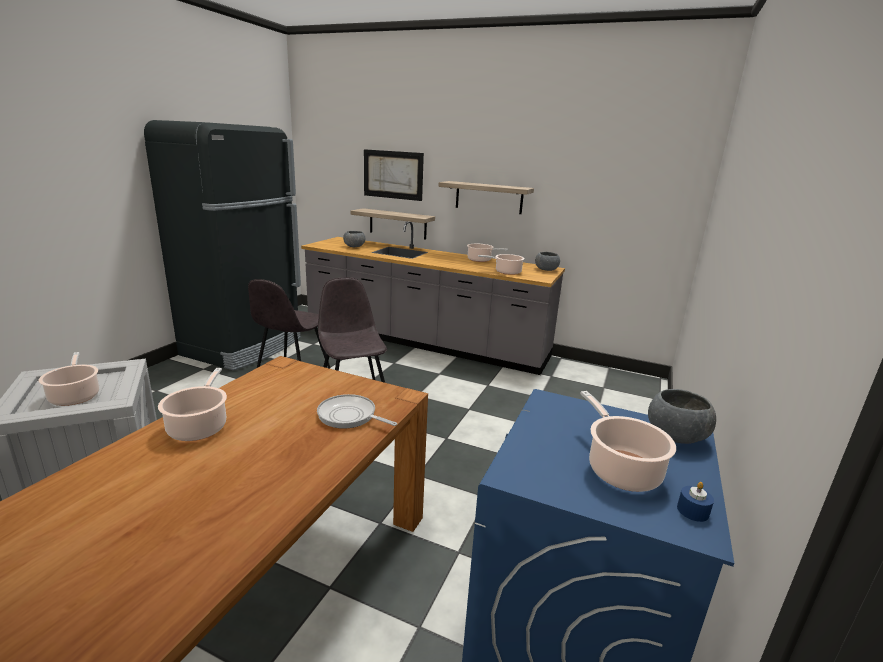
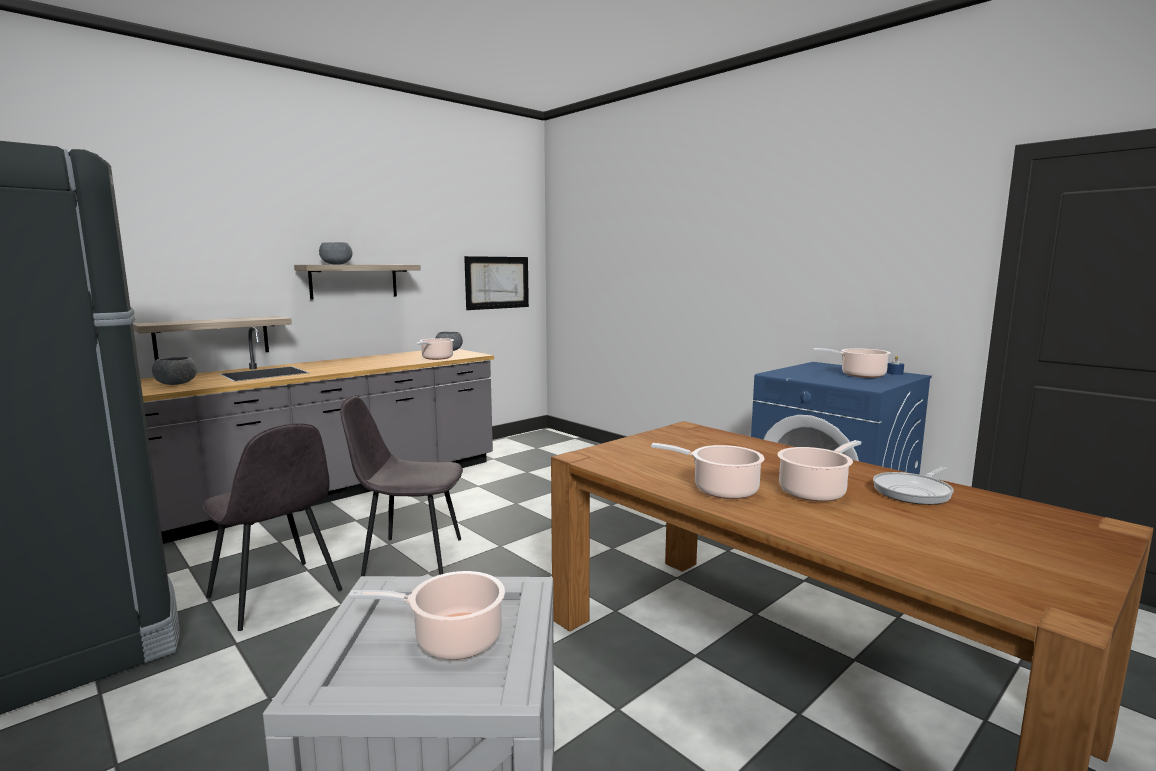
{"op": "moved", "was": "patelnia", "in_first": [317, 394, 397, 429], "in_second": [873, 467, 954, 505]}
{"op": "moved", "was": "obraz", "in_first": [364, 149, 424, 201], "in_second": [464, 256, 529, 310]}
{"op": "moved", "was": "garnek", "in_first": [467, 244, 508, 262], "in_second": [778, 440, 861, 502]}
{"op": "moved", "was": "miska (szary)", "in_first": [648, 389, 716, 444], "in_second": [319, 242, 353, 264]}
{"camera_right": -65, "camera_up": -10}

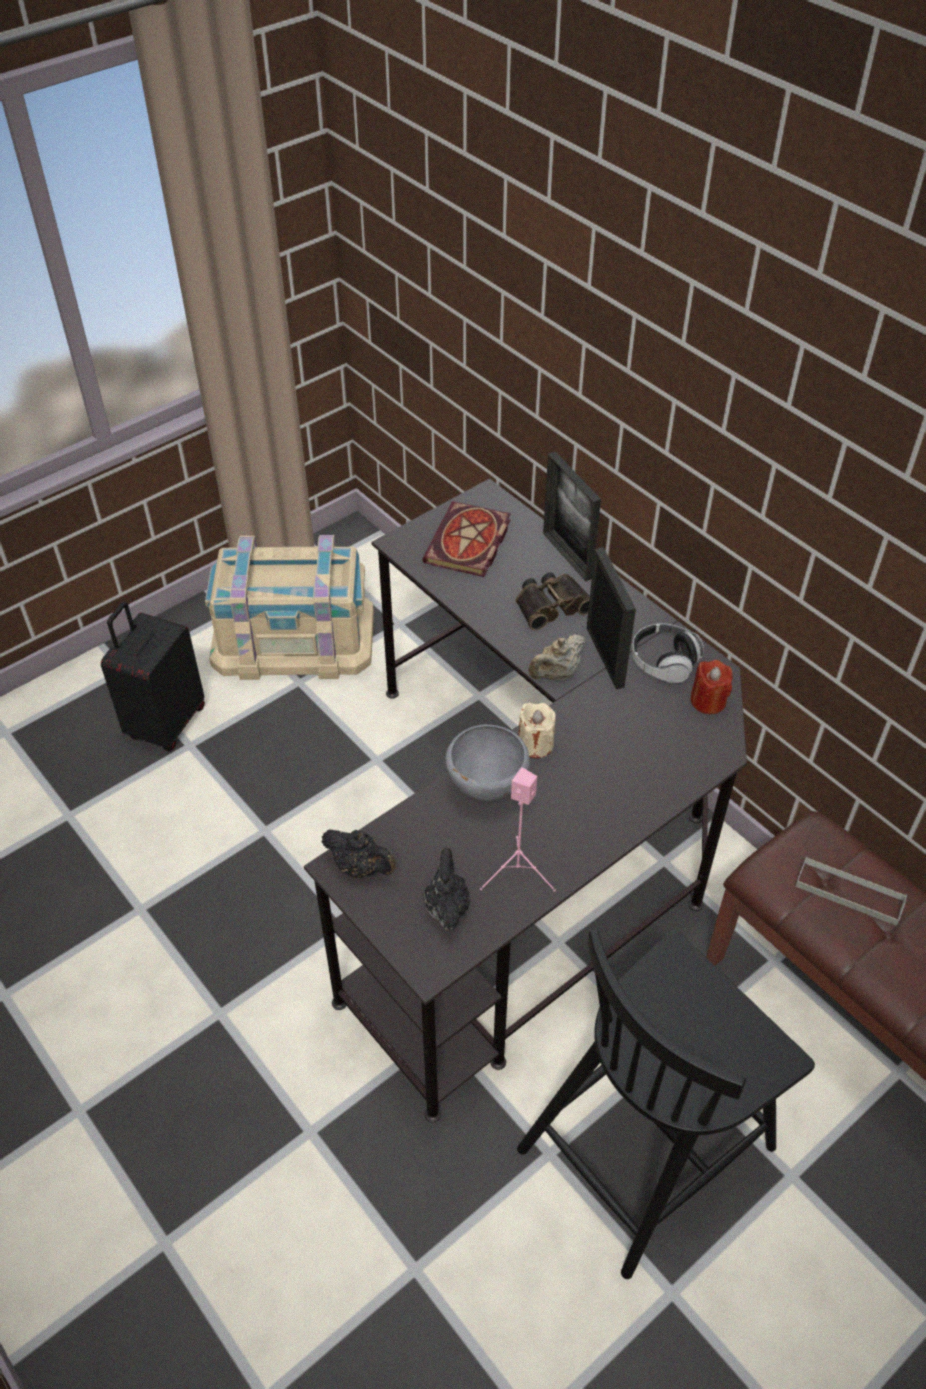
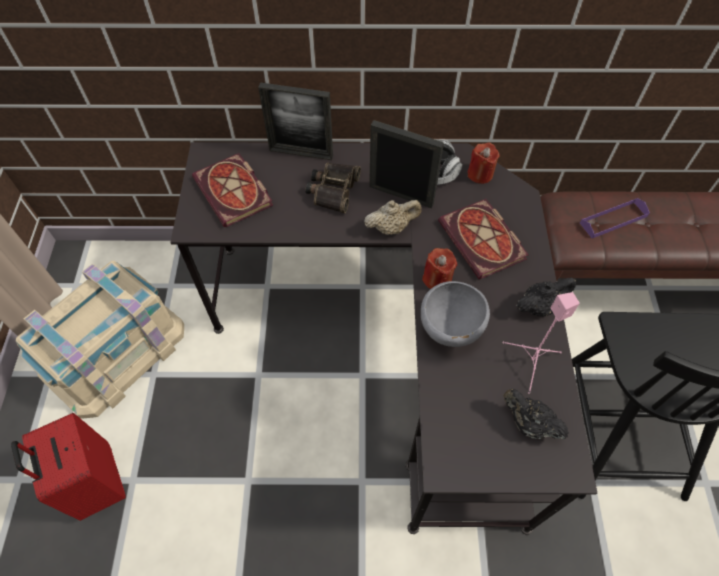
{"op": "recoloured", "was": "walizka (czarny)", "now": "walizka (czerwony)", "in_first": [101, 602, 205, 751], "in_second": [11, 413, 126, 521]}
{"op": "moved", "was": "imbryk (czarny)", "in_first": [321, 829, 396, 878], "in_second": [516, 277, 576, 317]}
{"op": "recoloured", "was": "świeca (beżowy)", "now": "świeca (czerwony)", "in_first": [518, 703, 556, 758], "in_second": [422, 248, 457, 289]}
{"op": "turned", "was": "imbryk (beżowy)", "in_first": [528, 634, 586, 681], "in_second": [364, 200, 422, 235], "clockwise": -105}
{"op": "recoloured", "was": "taca (szary)", "now": "taca (fioletowy)", "in_first": [795, 857, 907, 926], "in_second": [580, 198, 650, 238]}
{"op": "added", "now": "książka", "in_second": [438, 199, 529, 280]}
{"camera_right": -50, "camera_up": 10}

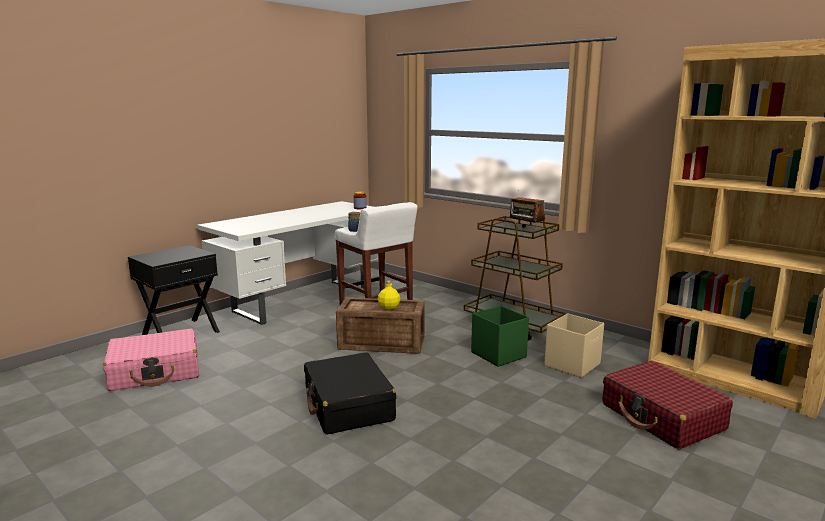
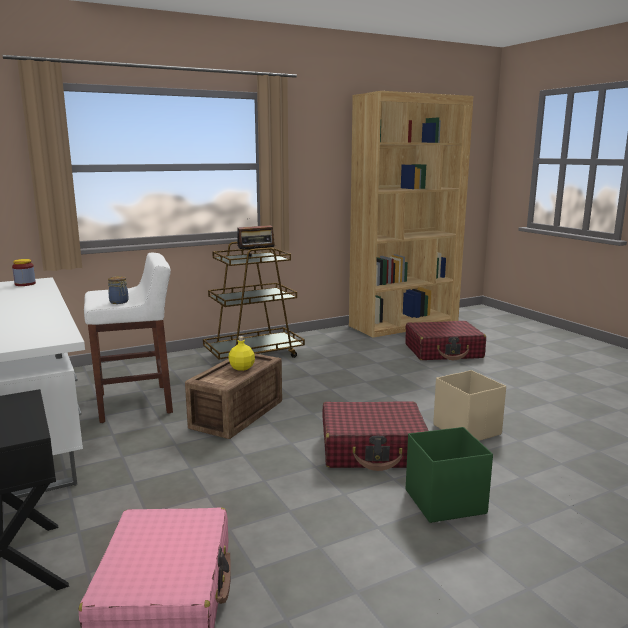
{"op": "recoloured", "was": "walizka (czarny)", "now": "walizka (czerwony)", "in_first": [304, 352, 396, 435], "in_second": [322, 401, 429, 471]}
{"op": "moved", "was": "pojemnik do przechowywania (zielony)", "in_first": [471, 306, 529, 367], "in_second": [406, 427, 493, 523]}
{"op": "moved", "was": "pojemnik do przechowywania (beżowy)", "in_first": [544, 314, 604, 378], "in_second": [433, 370, 506, 441]}
{"camera_right": -70, "camera_up": 0}

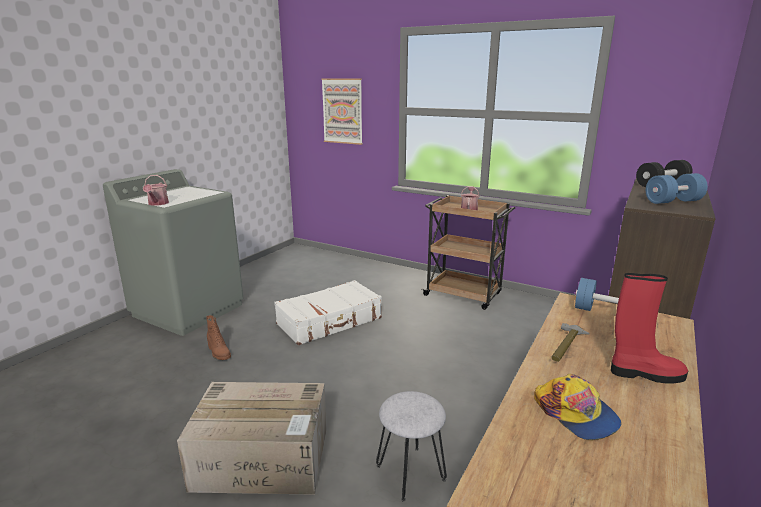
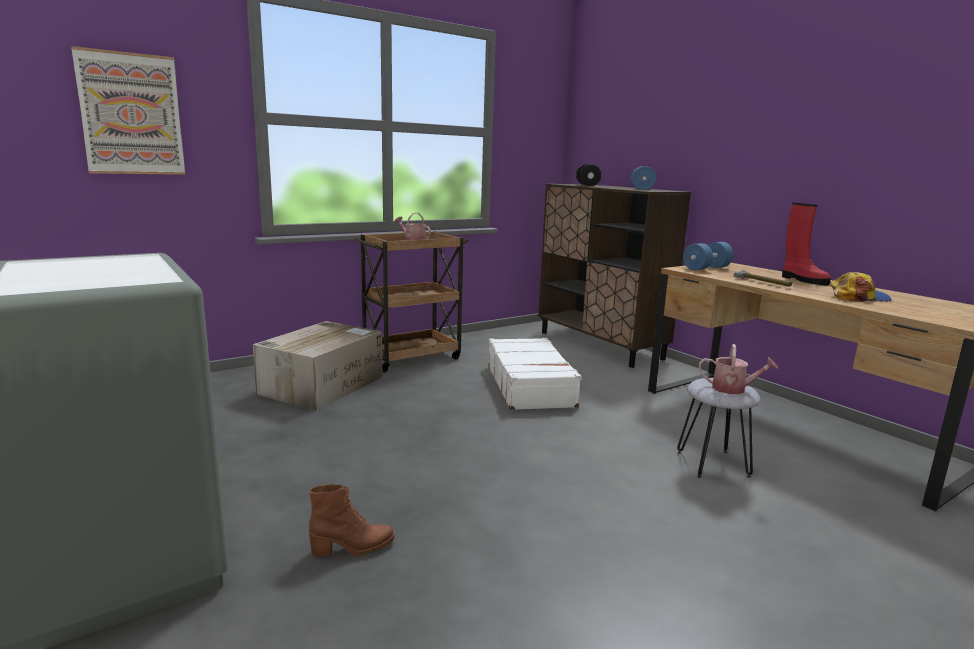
{"op": "moved", "was": "konewka", "in_first": [143, 175, 169, 206], "in_second": [699, 344, 778, 394]}
{"op": "moved", "was": "karton", "in_first": [177, 382, 327, 495], "in_second": [253, 321, 382, 411]}
{"op": "moved", "was": "walizka (biały)", "in_first": [274, 280, 382, 345], "in_second": [488, 338, 581, 410]}
{"op": "turned", "was": "but z cholewką (czerwony)", "in_first": [611, 273, 688, 383], "in_second": [782, 203, 831, 285], "clockwise": 120}
{"camera_right": -65, "camera_up": -5}

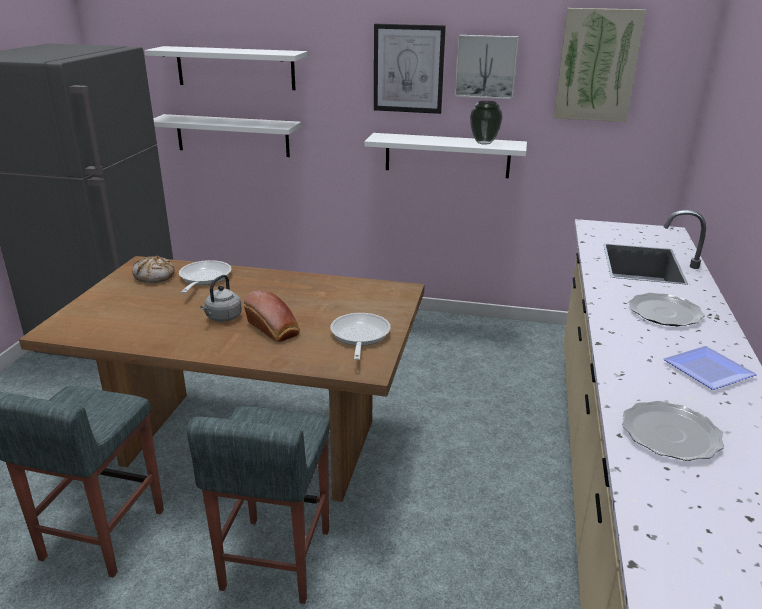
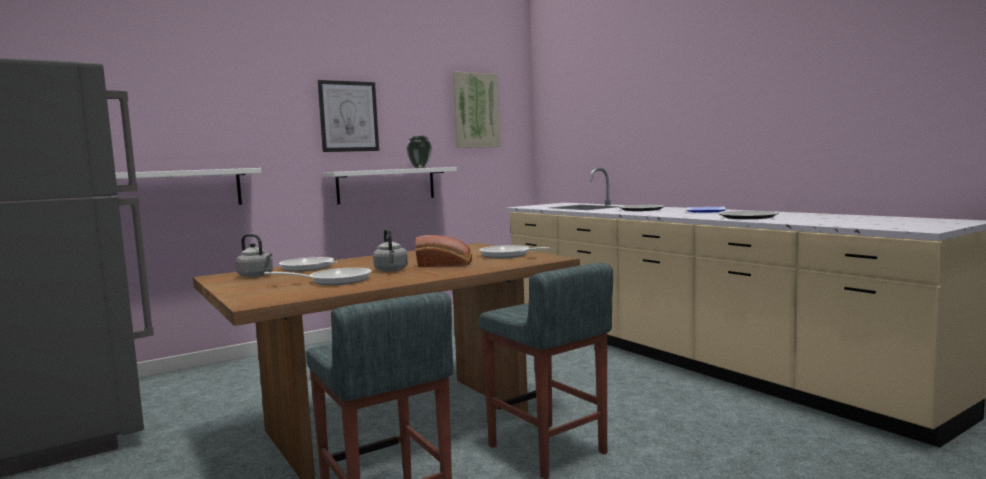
{"op": "replaced", "was": "chleb", "now": "czajnik (szary)", "in_first": [132, 256, 175, 283], "in_second": [236, 234, 273, 277]}
{"op": "removed", "was": "półka (biały)", "in_first": [144, 46, 307, 90]}
{"op": "removed", "was": "obraz", "in_first": [455, 35, 519, 99]}
{"op": "added", "now": "patelnia", "in_second": [264, 268, 372, 285]}
{"camera_right": -45, "camera_up": -20}

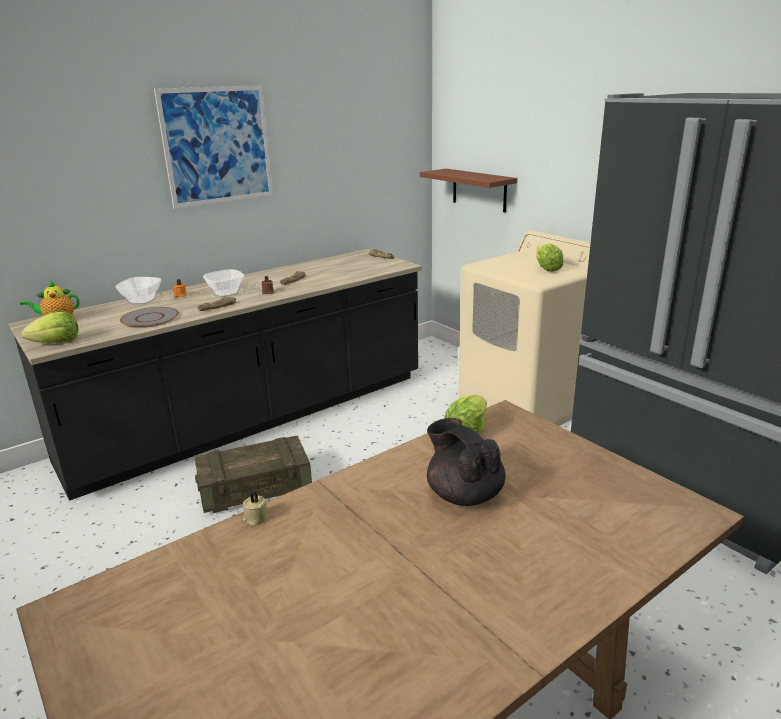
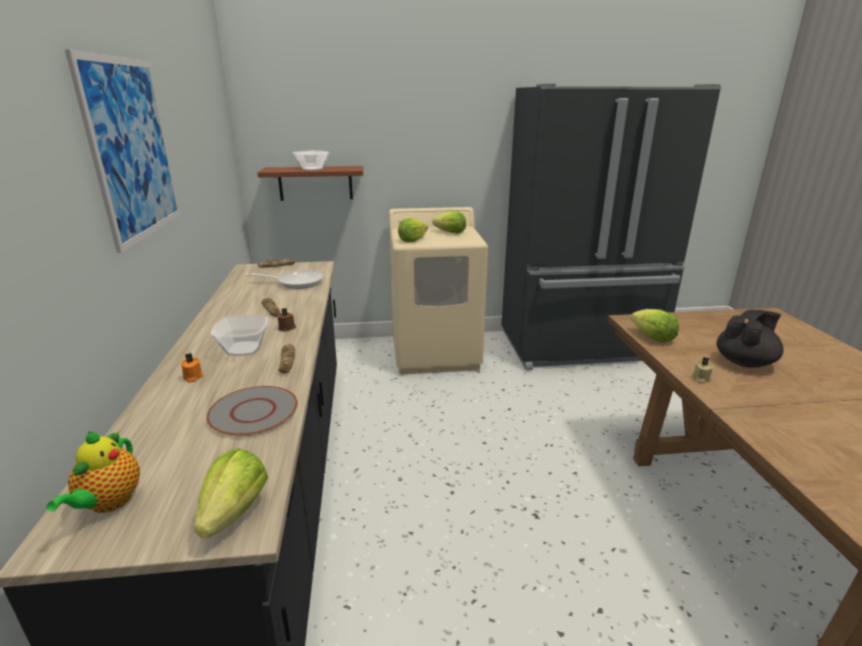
{"op": "moved", "was": "miska", "in_first": [116, 277, 161, 305], "in_second": [292, 150, 329, 171]}
{"op": "removed", "was": "skrzynka", "in_first": [195, 435, 312, 513]}
{"op": "moved", "was": "świeca (beżowy)", "in_first": [243, 491, 269, 526], "in_second": [692, 357, 714, 383]}
{"op": "turned", "was": "imbryk (czarny)", "in_first": [427, 418, 506, 506], "in_second": [716, 310, 784, 368], "clockwise": 150}
{"op": "added", "now": "patelnia", "in_second": [245, 270, 324, 289]}
{"op": "added", "now": "sałata", "in_second": [398, 218, 428, 242]}
{"camera_right": -60, "camera_up": 0}

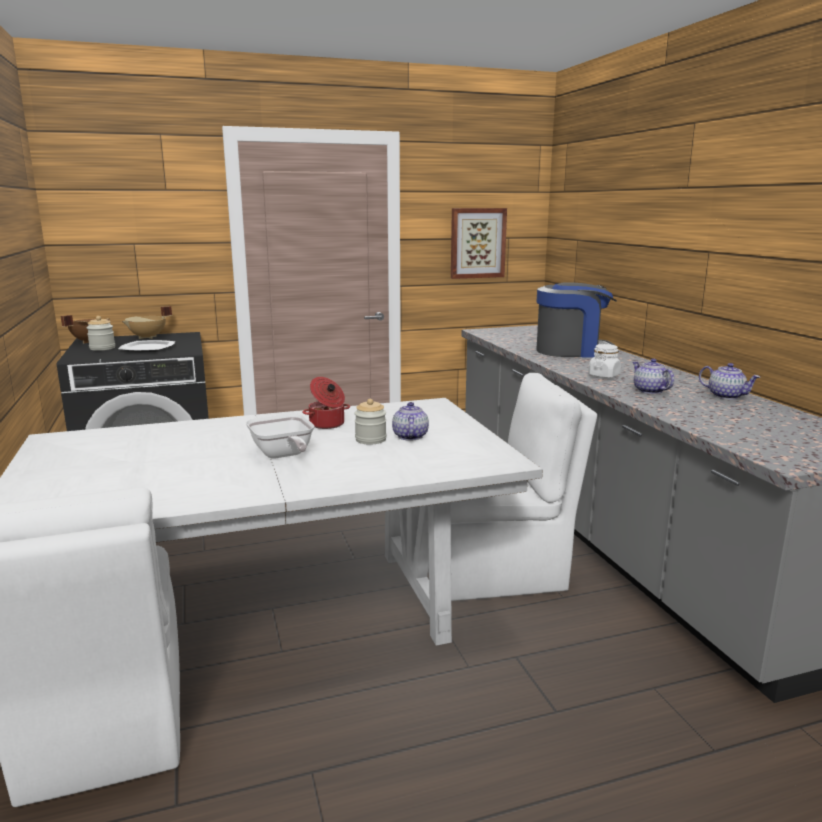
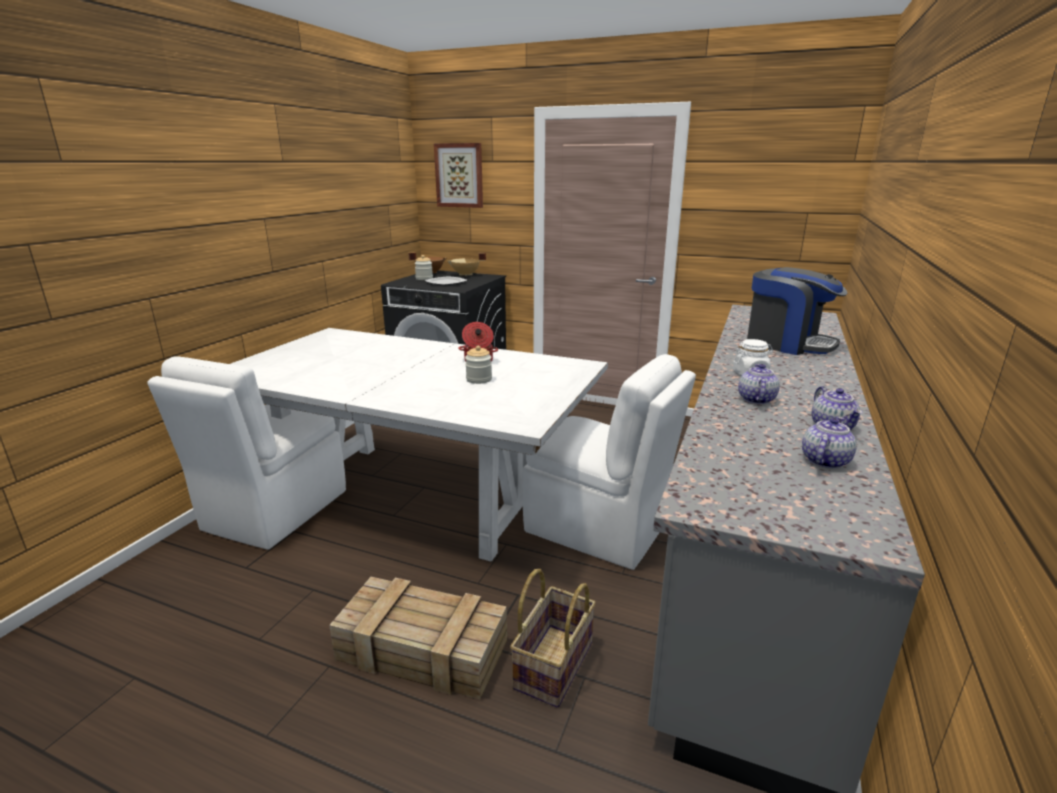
{"op": "removed", "was": "patelnia", "in_first": [246, 413, 315, 459]}
{"op": "moved", "was": "imbryk", "in_first": [392, 402, 429, 441], "in_second": [802, 417, 857, 469]}
{"op": "moved", "was": "obraz", "in_first": [451, 208, 507, 279], "in_second": [434, 143, 483, 208]}
{"op": "added", "now": "skrzynka", "in_second": [329, 577, 507, 700]}
{"op": "added", "now": "koszyk", "in_second": [510, 569, 596, 708]}
{"camera_right": 40, "camera_up": 5}

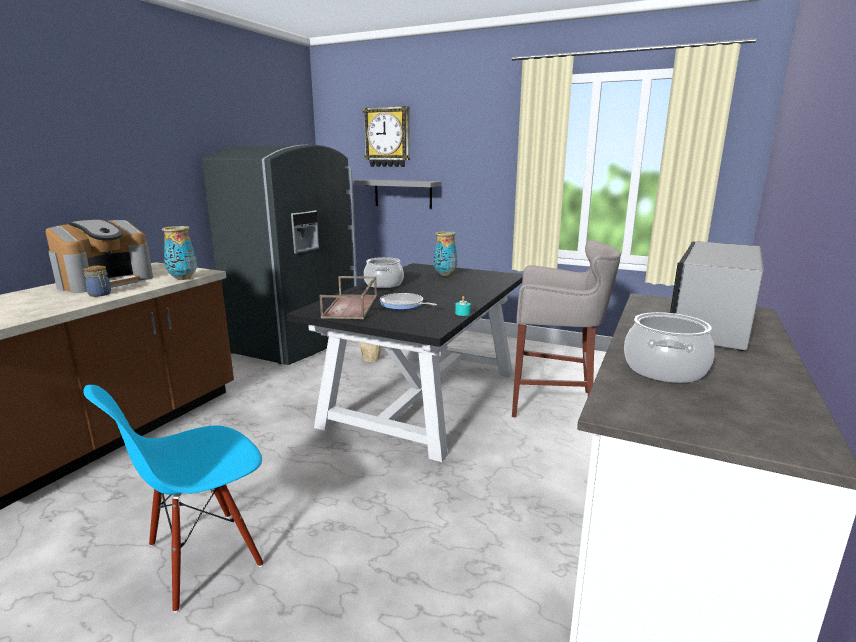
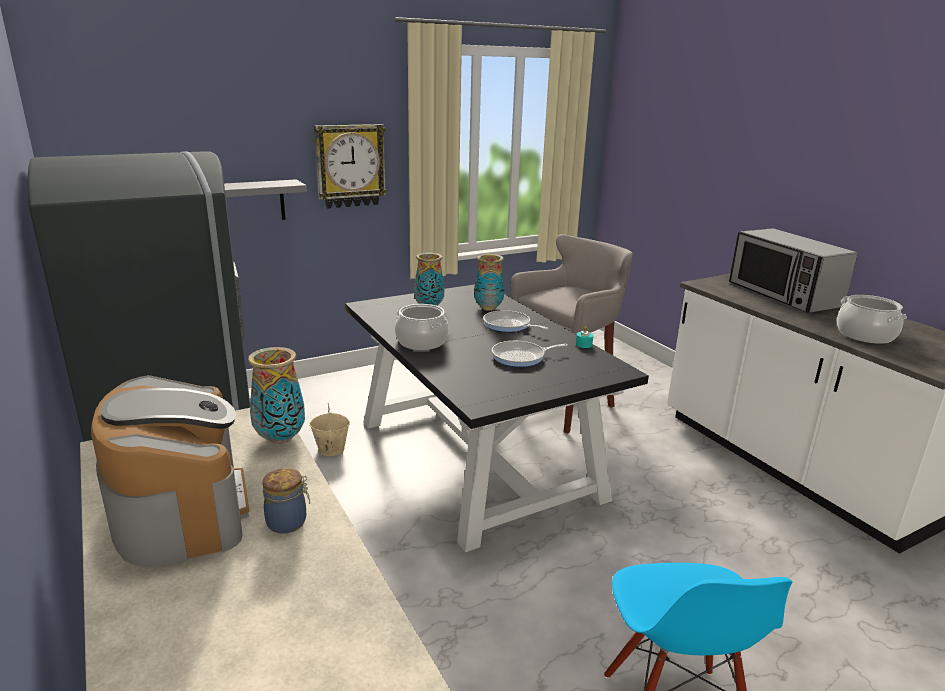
{"op": "removed", "was": "taca (brązowy)", "in_first": [320, 276, 377, 319]}
{"op": "moved", "was": "zegar ścienny", "in_first": [363, 106, 410, 167], "in_second": [314, 124, 387, 209]}
{"op": "added", "now": "wazon", "in_second": [474, 254, 504, 311]}
{"op": "added", "now": "patelnia", "in_second": [483, 310, 548, 332]}
{"camera_right": -55, "camera_up": 5}

